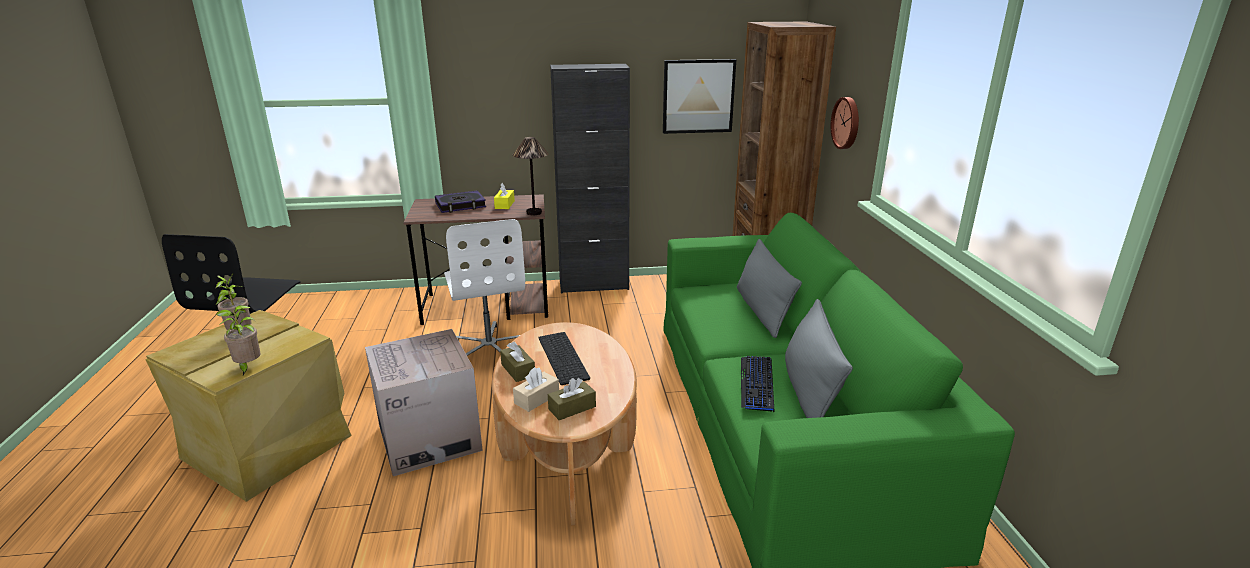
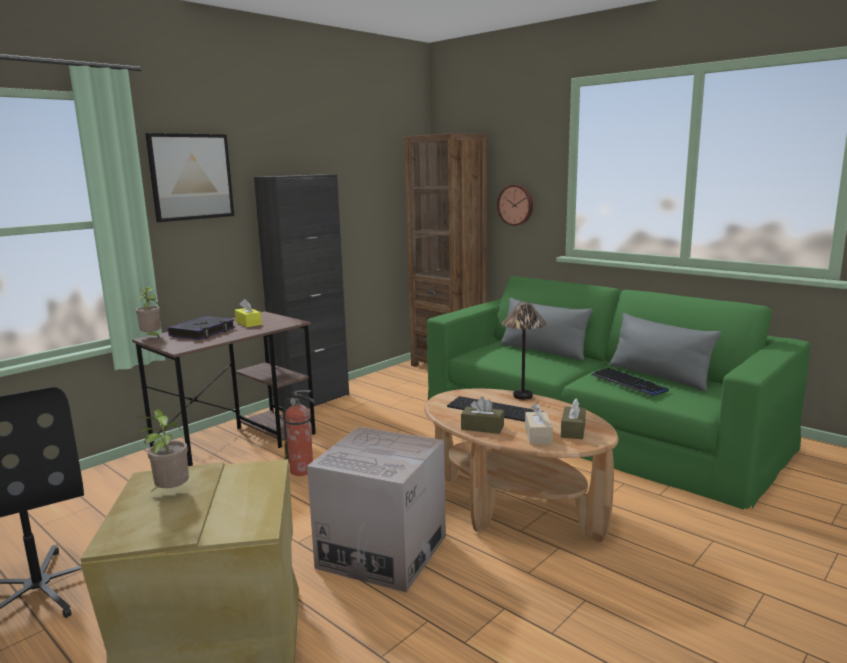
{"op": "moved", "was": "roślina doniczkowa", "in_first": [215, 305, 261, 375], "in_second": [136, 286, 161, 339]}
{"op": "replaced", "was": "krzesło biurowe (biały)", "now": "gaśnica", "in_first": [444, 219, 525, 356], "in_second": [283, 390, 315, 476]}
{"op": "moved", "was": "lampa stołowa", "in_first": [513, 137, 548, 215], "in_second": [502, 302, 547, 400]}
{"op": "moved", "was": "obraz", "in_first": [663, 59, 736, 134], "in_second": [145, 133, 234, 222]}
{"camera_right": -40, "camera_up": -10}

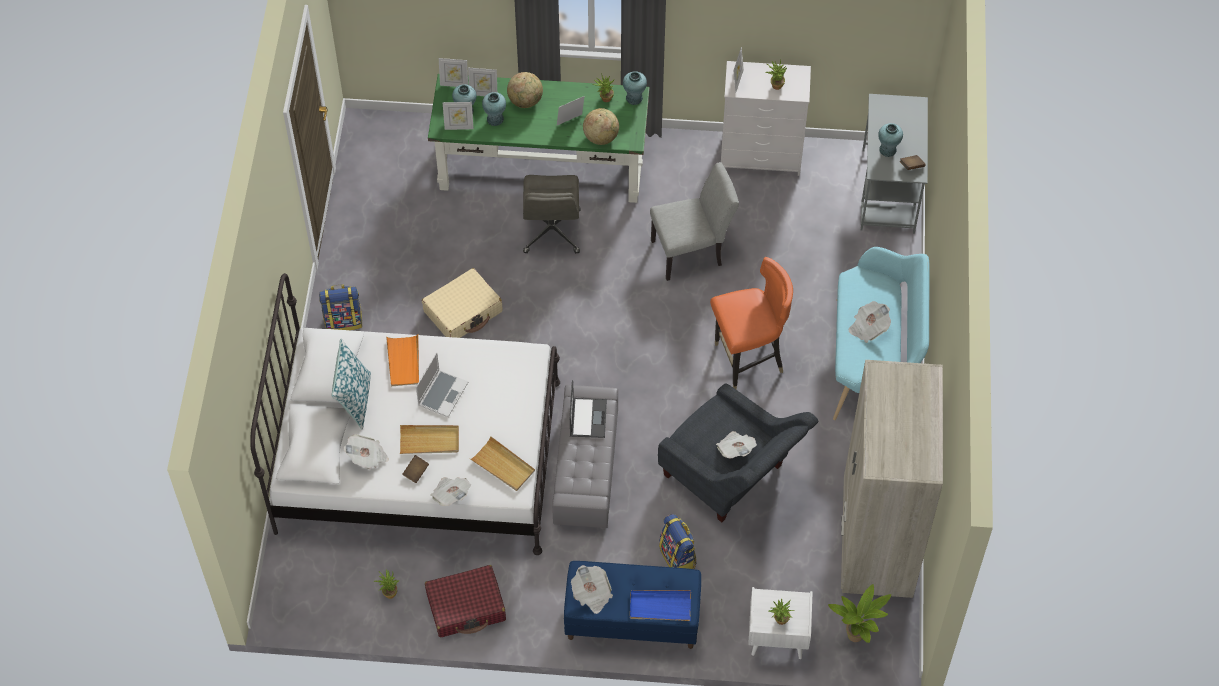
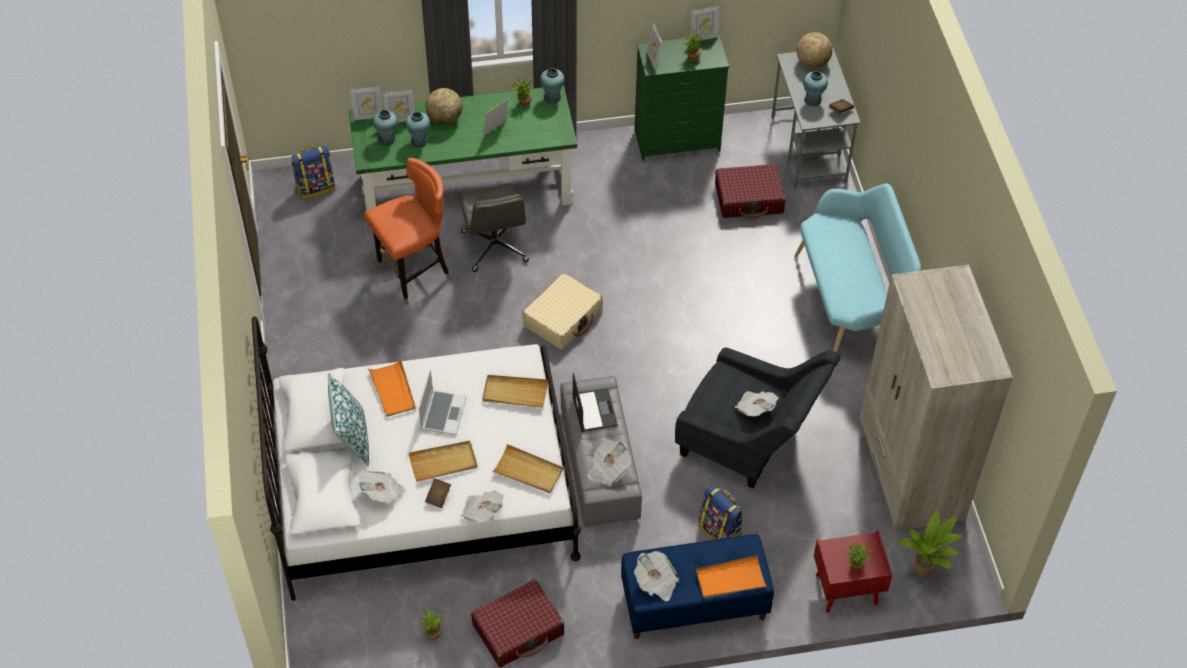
{"op": "moved", "was": "plecak", "in_first": [319, 284, 362, 330], "in_second": [291, 146, 335, 200]}
{"op": "moved", "was": "walizka (beżowy)", "in_first": [422, 268, 503, 338], "in_second": [522, 273, 603, 350]}
{"op": "moved", "was": "ramka na zdjęcie", "in_first": [443, 102, 474, 130], "in_second": [691, 6, 719, 40]}
{"op": "moved", "was": "globus", "in_first": [583, 108, 619, 145], "in_second": [797, 32, 832, 68]}
{"op": "recoloured", "was": "taca (niebieski)", "now": "taca (pomarańczowy)", "in_first": [630, 590, 691, 621], "in_second": [696, 555, 767, 598]}
{"op": "removed", "was": "krzesło (szary)", "in_first": [650, 162, 739, 281]}
{"op": "moved", "was": "krzesło (pomarańczowy)", "in_first": [710, 257, 793, 390], "in_second": [364, 158, 451, 305]}
{"op": "recoloured", "was": "komoda (biały)", "now": "komoda (zielony)", "in_first": [721, 61, 811, 176], "in_second": [634, 35, 729, 161]}
{"op": "recoloured", "was": "szafka nocna (biały)", "now": "szafka nocna (czerwony)", "in_first": [748, 587, 813, 659], "in_second": [814, 530, 892, 613]}
{"op": "moved", "was": "gazeta", "in_first": [848, 301, 891, 343], "in_second": [588, 440, 631, 486]}
{"op": "added", "now": "taca (beżowy)", "in_second": [482, 375, 548, 408]}
{"op": "added", "now": "walizka (czerwony)", "in_second": [715, 164, 786, 219]}
{"camera_right": -15, "camera_up": -5}

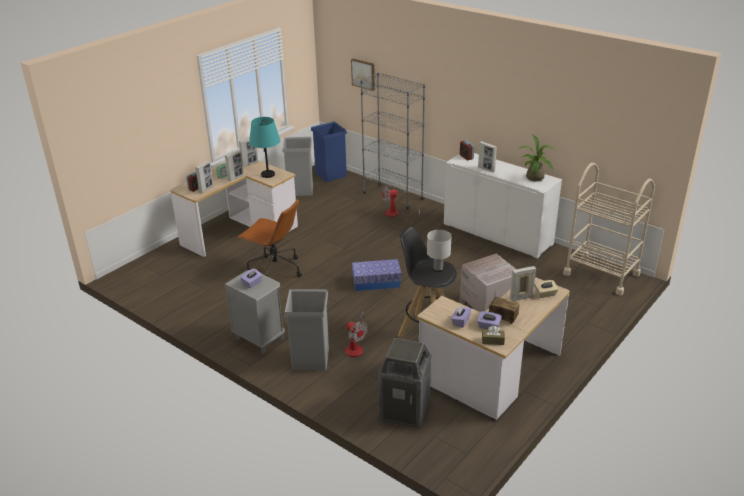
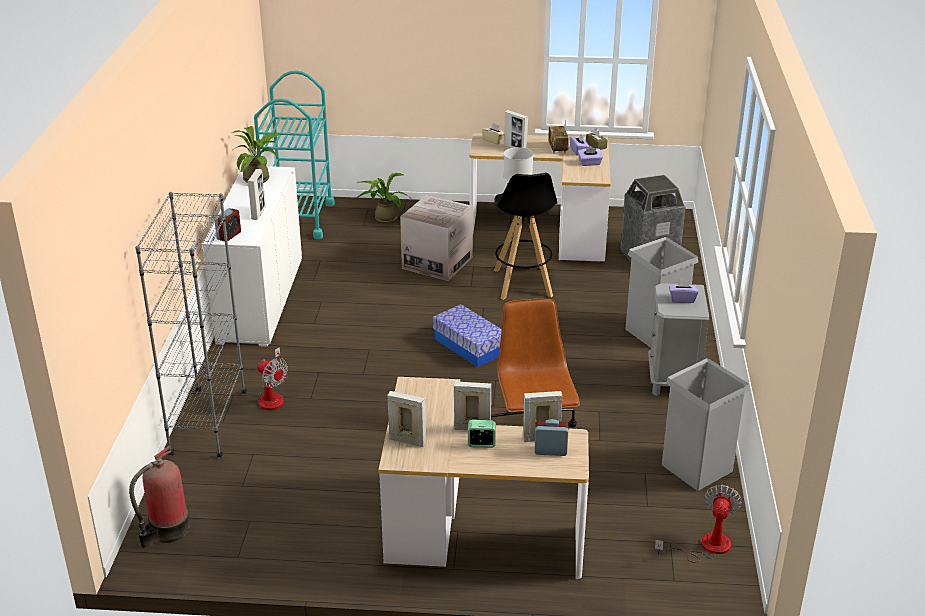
{"op": "removed", "was": "lampa stołowa (turkusowy)", "in_first": [249, 117, 280, 178]}
{"op": "moved", "was": "kosz na śmieci (szary)", "in_first": [282, 137, 313, 196], "in_second": [662, 358, 750, 491]}
{"op": "replaced", "was": "kosz na śmieci (niebieski)", "now": "gaśnica", "in_first": [311, 122, 347, 182], "in_second": [129, 446, 190, 548]}
{"op": "moved", "was": "wentylator", "in_first": [345, 311, 368, 357], "in_second": [655, 485, 742, 563]}
{"op": "removed", "was": "obraz", "in_first": [351, 59, 375, 91]}
{"op": "recoloured", "was": "wózek (beżowy)", "now": "wózek (turkusowy)", "in_first": [563, 163, 655, 296], "in_second": [254, 70, 335, 239]}
{"op": "added", "now": "roślina doniczkowa", "in_second": [356, 173, 413, 223]}
{"camera_right": -125, "camera_up": 0}

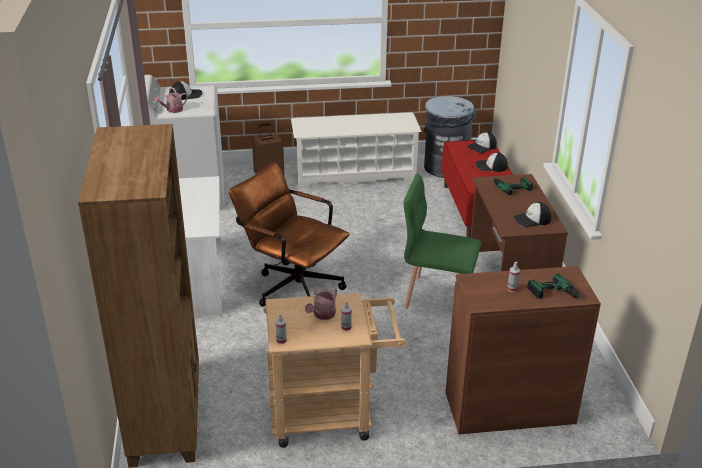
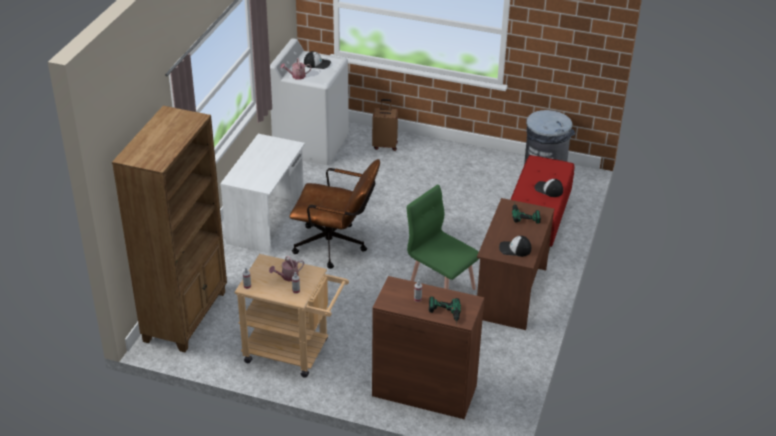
{"op": "turned", "was": "krzesło biurowe (brązowy)", "in_first": [229, 162, 349, 307], "in_second": [290, 159, 380, 269], "clockwise": 135}
{"op": "removed", "was": "regał na buty (biały)", "in_first": [291, 112, 422, 188]}
{"op": "removed", "was": "czapka z daszkiem", "in_first": [468, 132, 497, 153]}
{"camera_right": 25, "camera_up": 5}

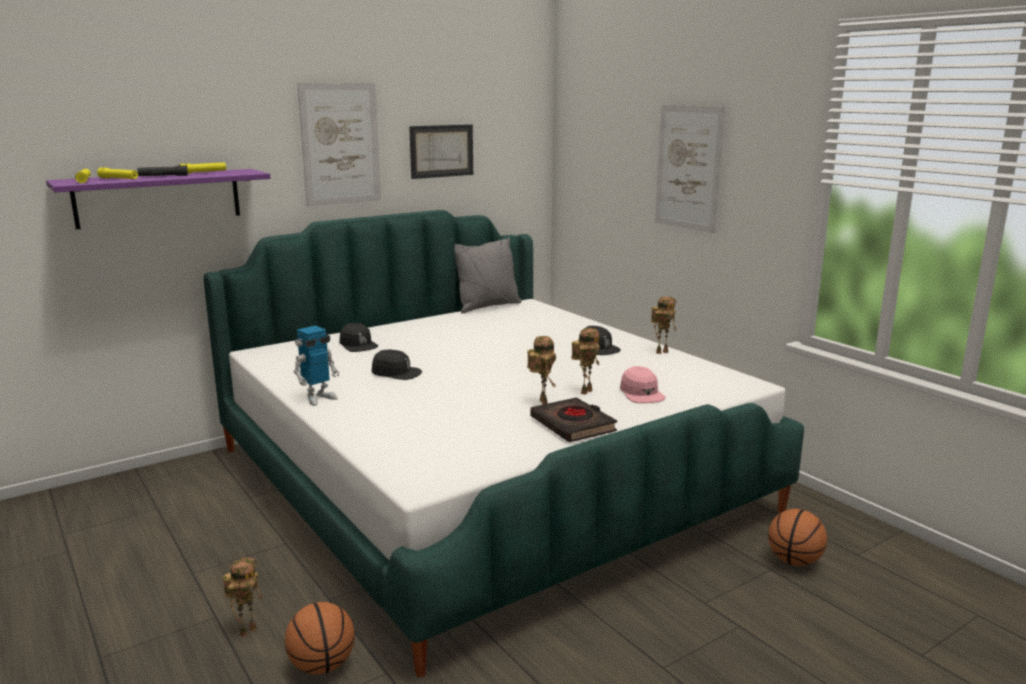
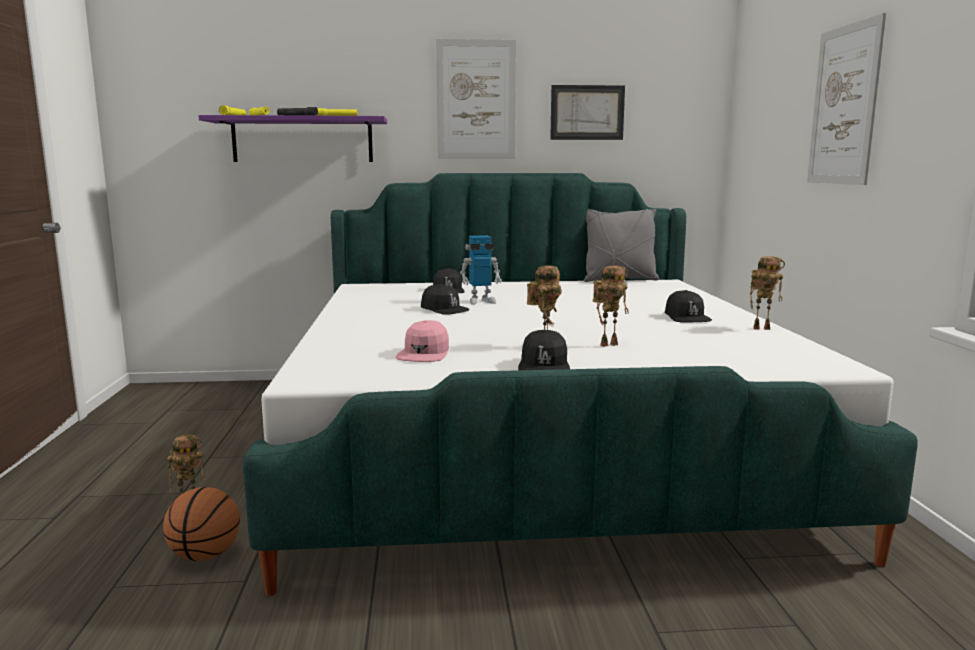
{"op": "moved", "was": "robot zabawkowy", "in_first": [293, 326, 339, 406], "in_second": [460, 235, 502, 305]}
{"op": "replaced", "was": "książka (czarny)", "now": "czapka z daszkiem (czarny)", "in_first": [530, 397, 617, 442], "in_second": [518, 330, 570, 370]}
{"op": "moved", "was": "czapka z daszkiem (różowy)", "in_first": [620, 366, 665, 403], "in_second": [396, 320, 449, 362]}
{"op": "removed", "was": "piłka do koszykówki", "in_first": [768, 509, 827, 566]}
{"camera_right": 30, "camera_up": -5}

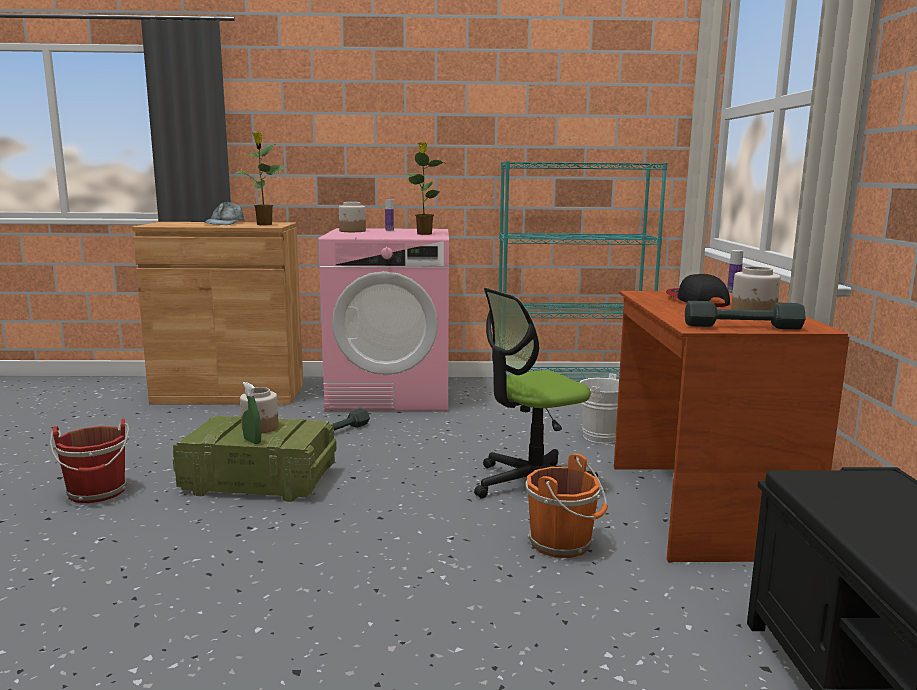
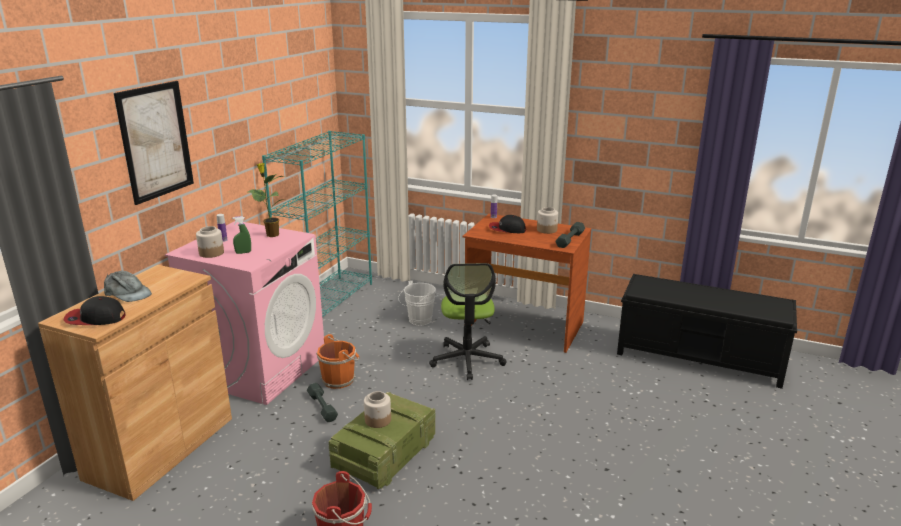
{"op": "removed", "was": "roślina doniczkowa", "in_first": [236, 132, 285, 225]}
{"op": "moved", "was": "spryskiwacz (zielony)", "in_first": [242, 382, 261, 444], "in_second": [232, 216, 251, 254]}
{"op": "moved", "was": "wiadro (pomarańczowy)", "in_first": [525, 453, 608, 558], "in_second": [316, 334, 360, 389]}
{"op": "added", "now": "czapka z daszkiem", "in_second": [64, 296, 125, 325]}
{"op": "added", "now": "obraz", "in_second": [114, 81, 194, 205]}
{"camera_right": -65, "camera_up": 10}

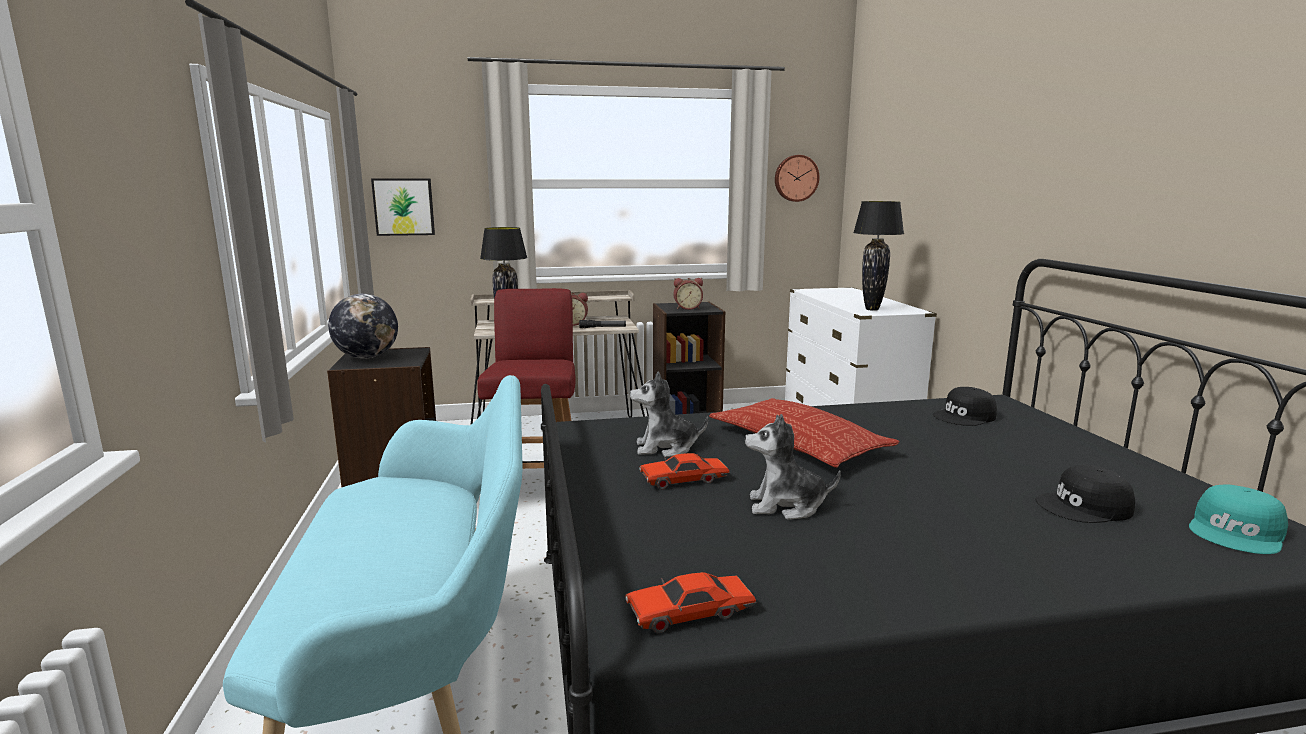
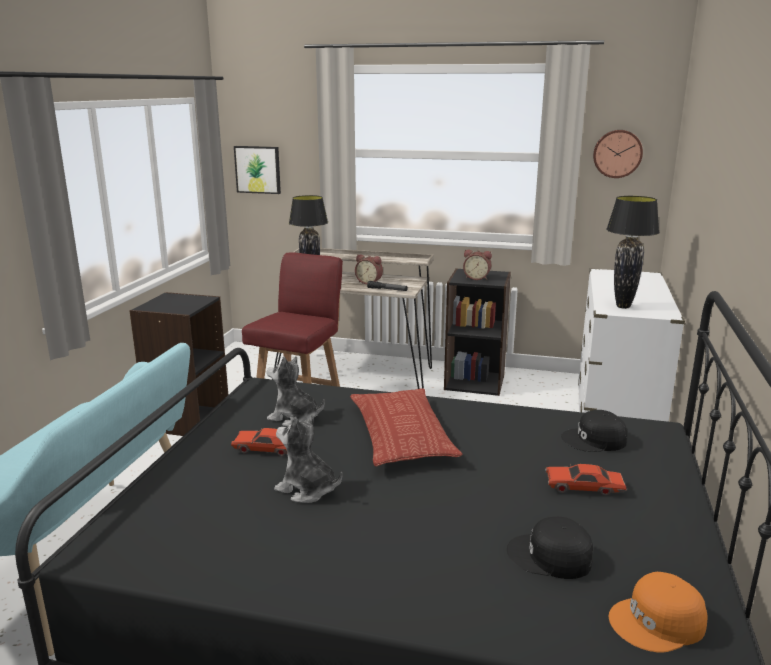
{"op": "removed", "was": "globus", "in_first": [328, 294, 398, 359]}
{"op": "moved", "was": "samochodzik (czerwony)", "in_first": [626, 572, 756, 633], "in_second": [545, 463, 626, 496]}
{"op": "recoloured", "was": "czapka z daszkiem (turkusowy)", "now": "czapka z daszkiem (pomarańczowy)", "in_first": [1189, 484, 1288, 554], "in_second": [608, 572, 708, 653]}
{"camera_right": 25, "camera_up": 5}

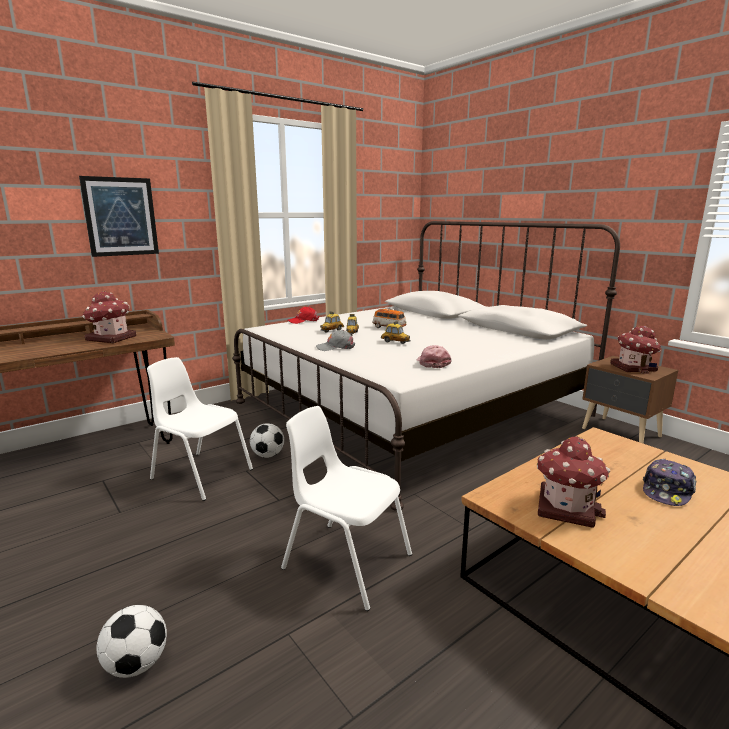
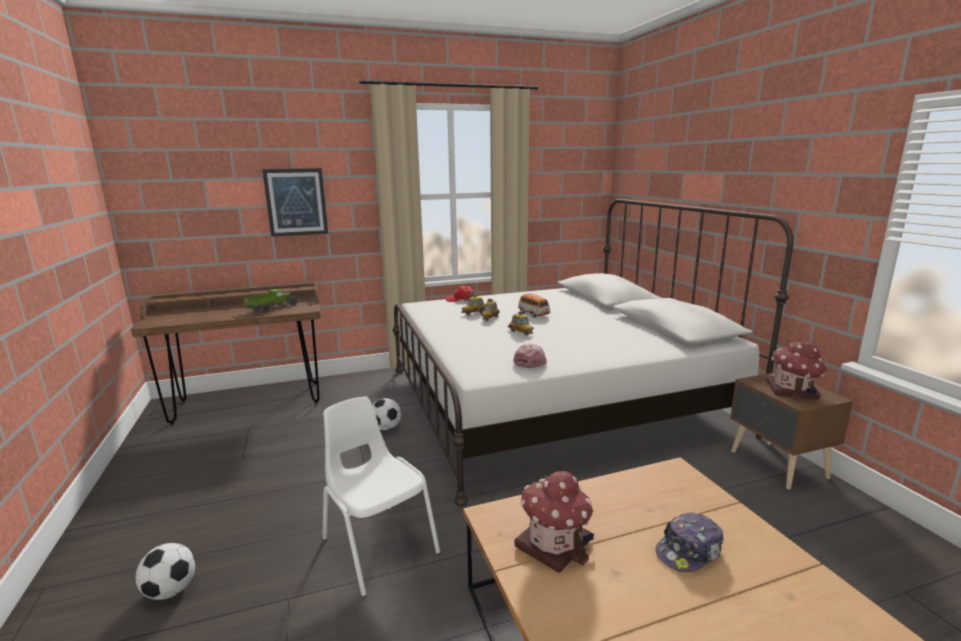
{"op": "replaced", "was": "domek", "now": "ciężarówka zabawkowa", "in_first": [83, 291, 136, 343], "in_second": [243, 289, 297, 313]}
{"op": "removed", "was": "krzesło (biały)", "in_first": [147, 357, 253, 501]}
{"op": "removed", "was": "czapka z daszkiem (szary)", "in_first": [316, 330, 355, 351]}
{"camera_right": 20, "camera_up": 0}

